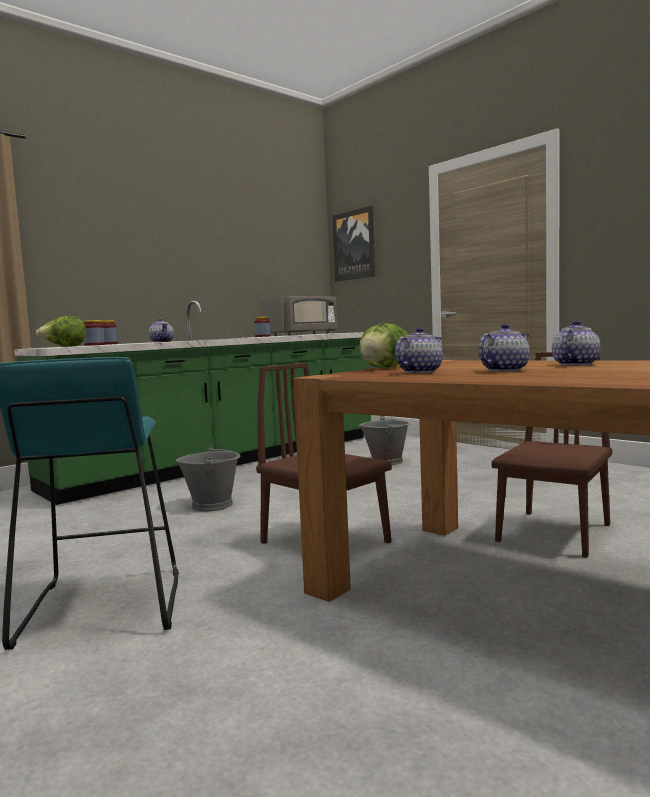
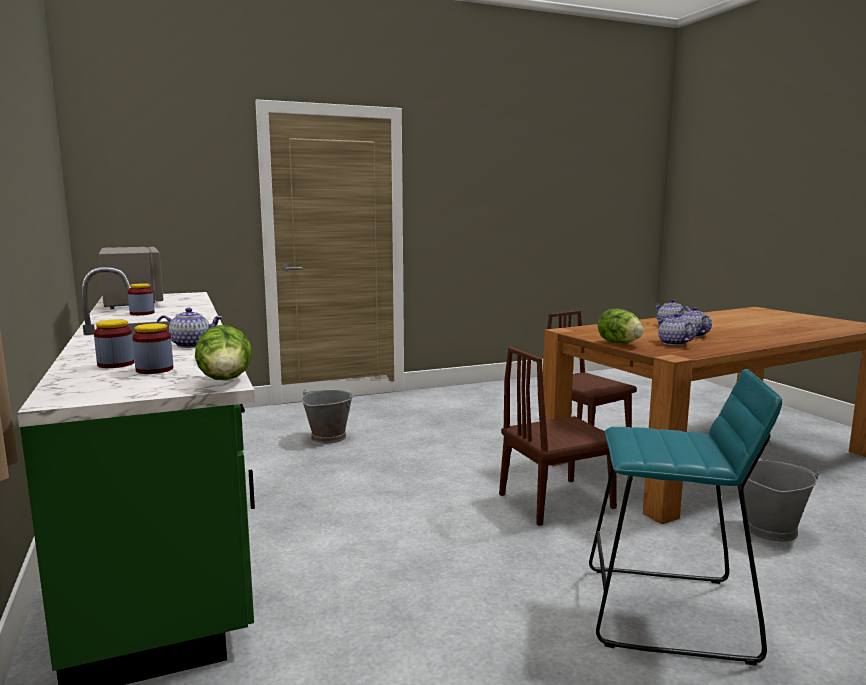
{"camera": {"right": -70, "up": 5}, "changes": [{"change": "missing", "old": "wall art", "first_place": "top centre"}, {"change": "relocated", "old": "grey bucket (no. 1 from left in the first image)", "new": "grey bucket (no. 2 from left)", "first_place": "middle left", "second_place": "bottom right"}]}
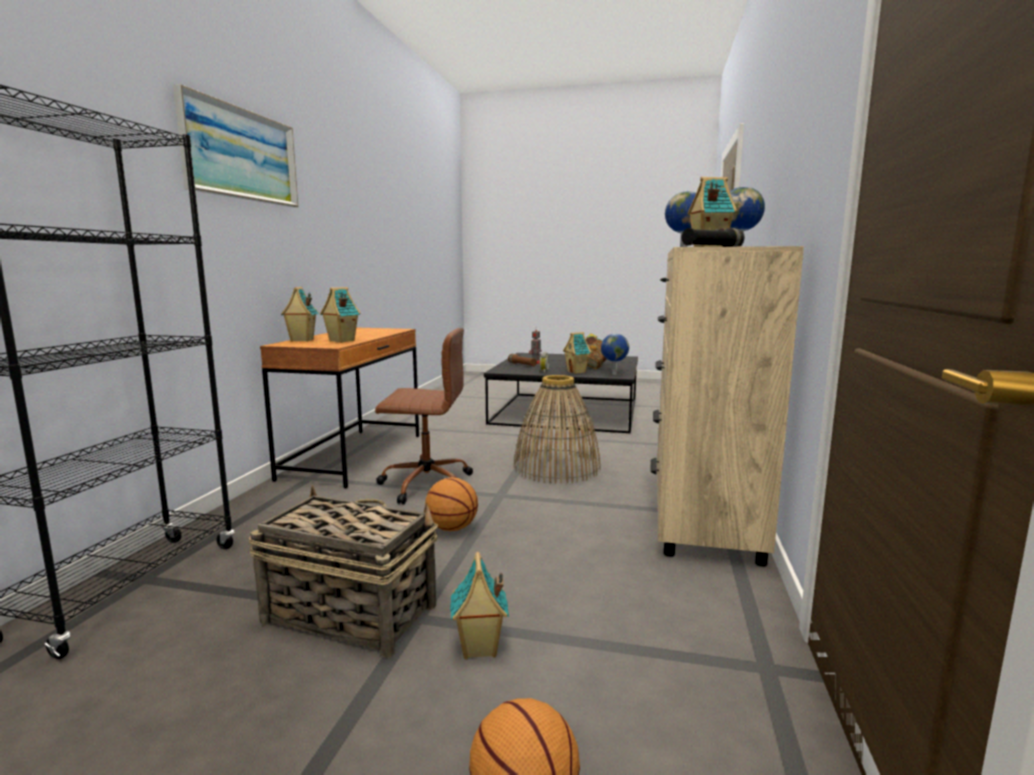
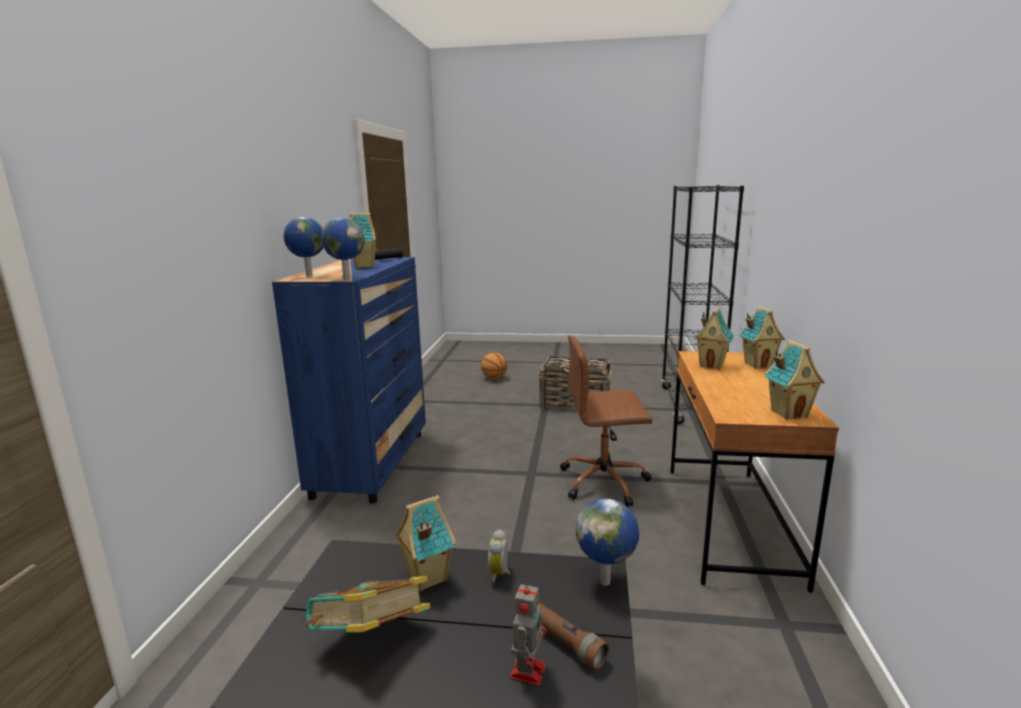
{"camera": {"right": 175, "up": 5}, "changes": [{"change": "missing", "old": "wall art", "first_place": "top left"}, {"change": "missing", "old": "basketball ball (no. 1 from left)", "first_place": "centre"}, {"change": "missing", "old": "storage basket (no. 2 from left)", "first_place": "centre"}, {"change": "relocated", "old": "model house (no. 3 from left in the first image)", "new": "model house (no. 5 from left)", "first_place": "bottom centre", "second_place": "middle right"}, {"change": "relocated", "old": "desk globe (no. 1 from left in the first image)", "new": "desk globe (no. 3 from left)", "first_place": "centre", "second_place": "bottom centre"}, {"change": "colour", "old": "beige-coloured drawer chest", "new": "blue-coloured drawer chest", "first_place": "middle right", "second_place": "centre"}]}
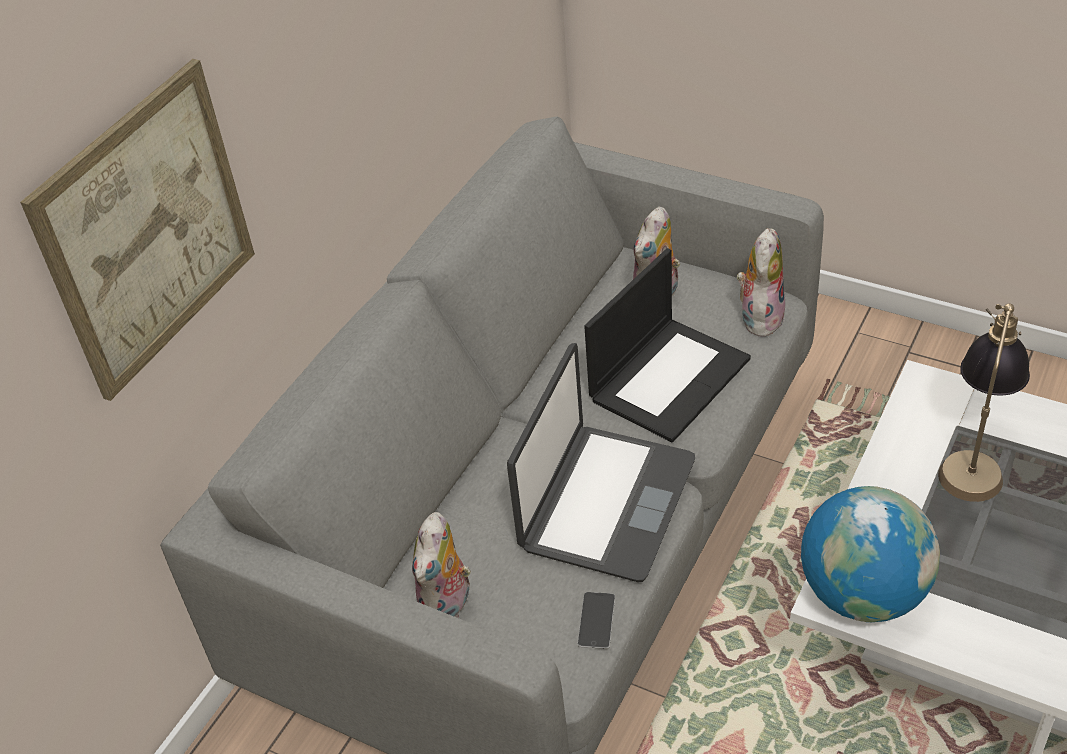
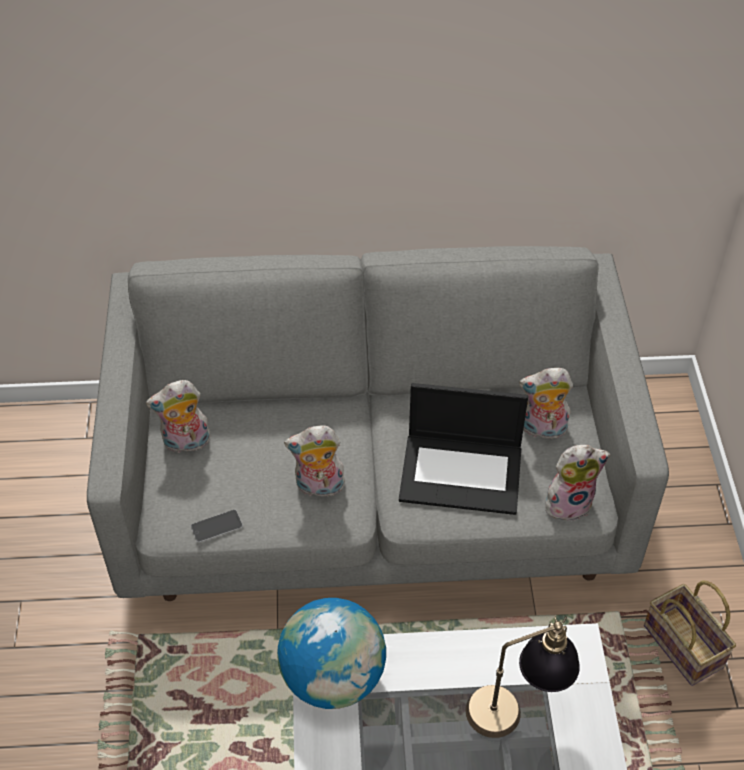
{"camera": {"right": 55, "up": 5}, "changes": [{"change": "missing", "old": "wall art", "first_place": "top left"}, {"change": "appeared", "new": "storage basket", "second_place": "bottom right"}, {"change": "exchanged", "old": "laptop (no. 1 from left)", "new": "cuddly toy (no. 2 from left)", "first_place": "centre", "second_place": "centre"}]}
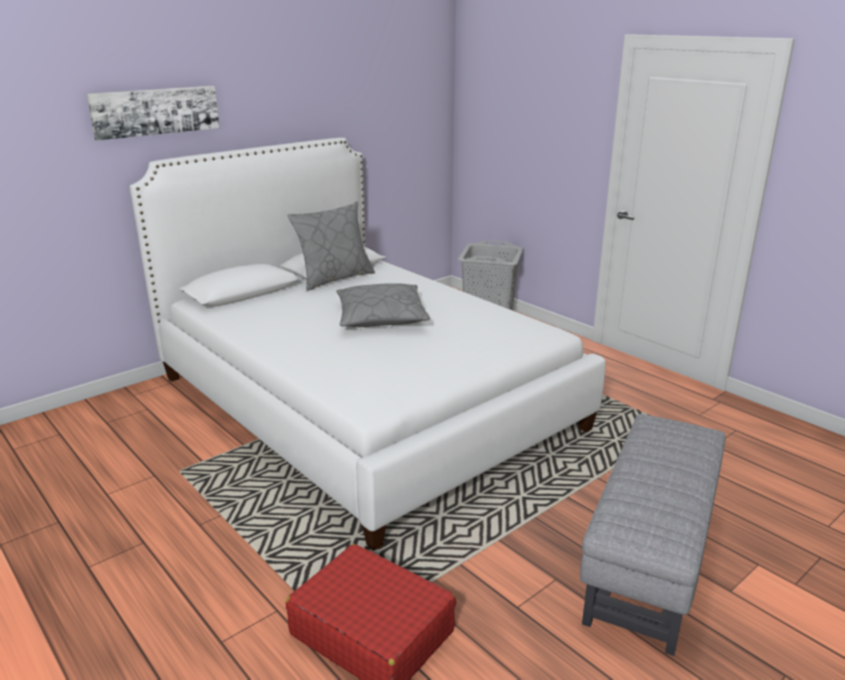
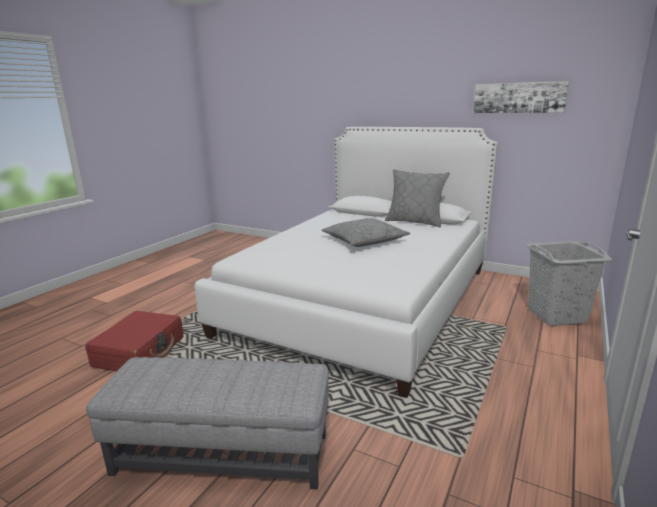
{"camera": {"right": 70, "up": -5}, "changes": [{"change": "relocated", "old": "wall art", "first_place": "top left", "second_place": "top right"}]}
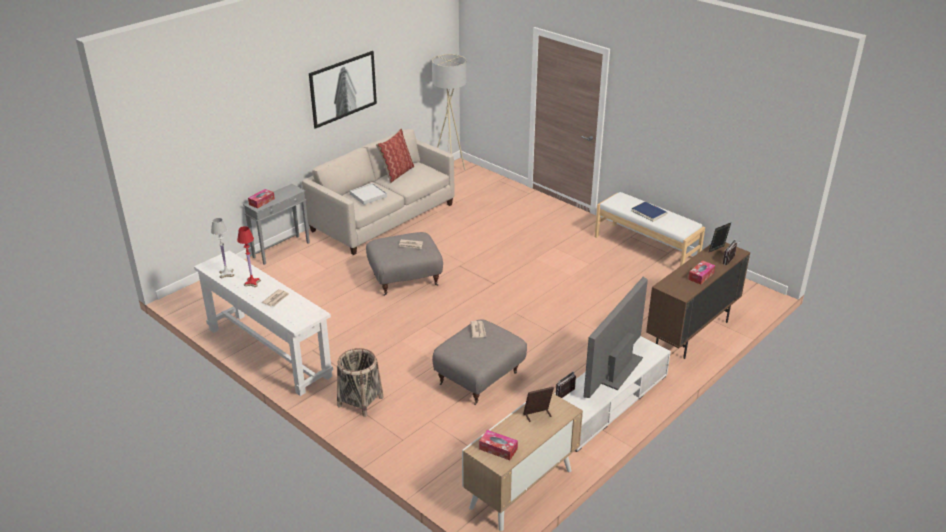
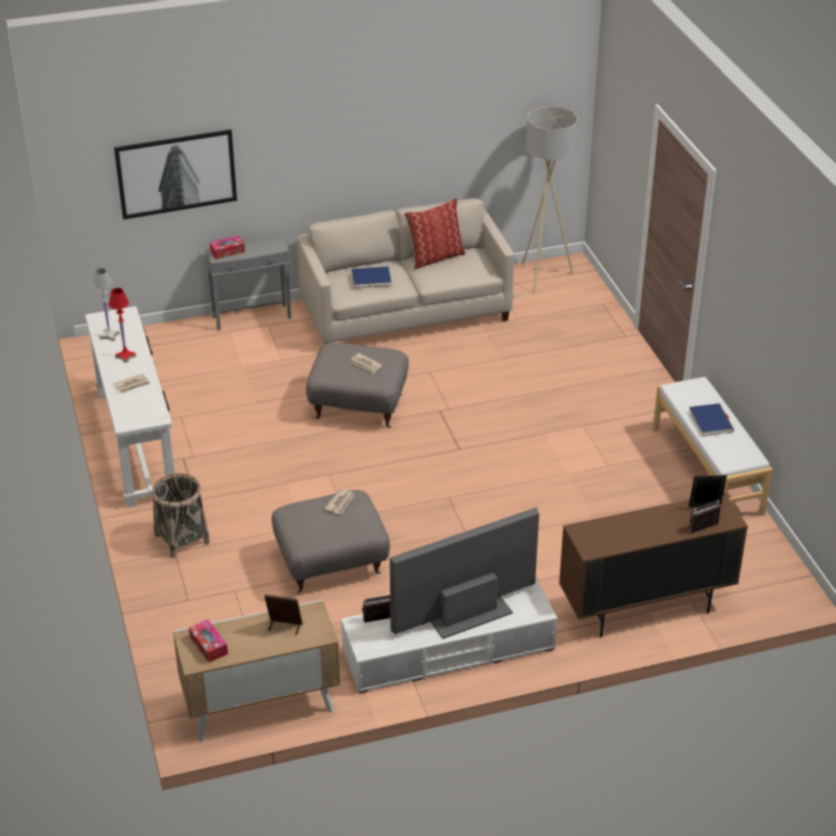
{"camera": {"right": 30, "up": 5}, "changes": [{"change": "missing", "old": "tissue holder (no. 3 from left)", "first_place": "middle right"}, {"change": "relocated", "old": "wall art", "first_place": "top centre", "second_place": "top left"}, {"change": "exchanged", "old": "white serving tray", "new": "blue-coloured volume (no. 1 from left)", "first_place": "centre", "second_place": "top centre"}]}
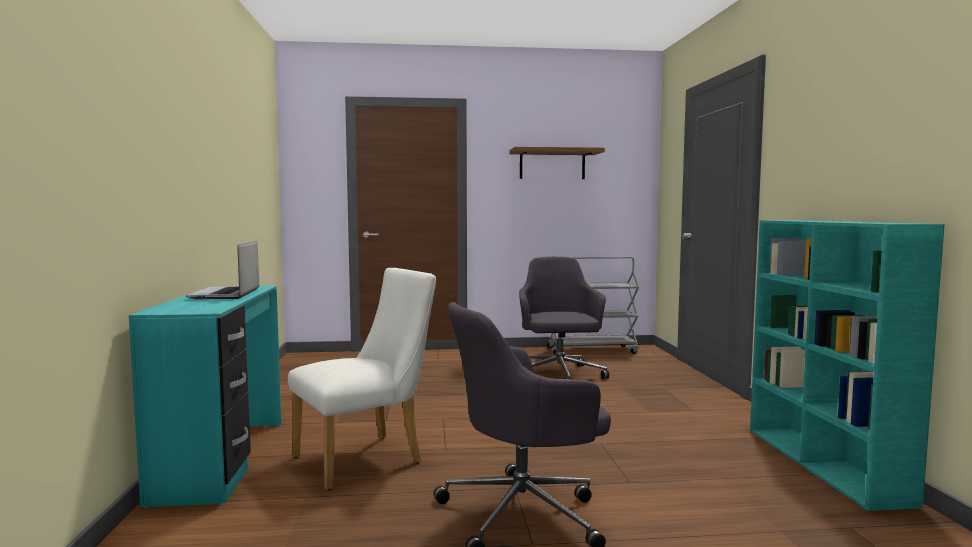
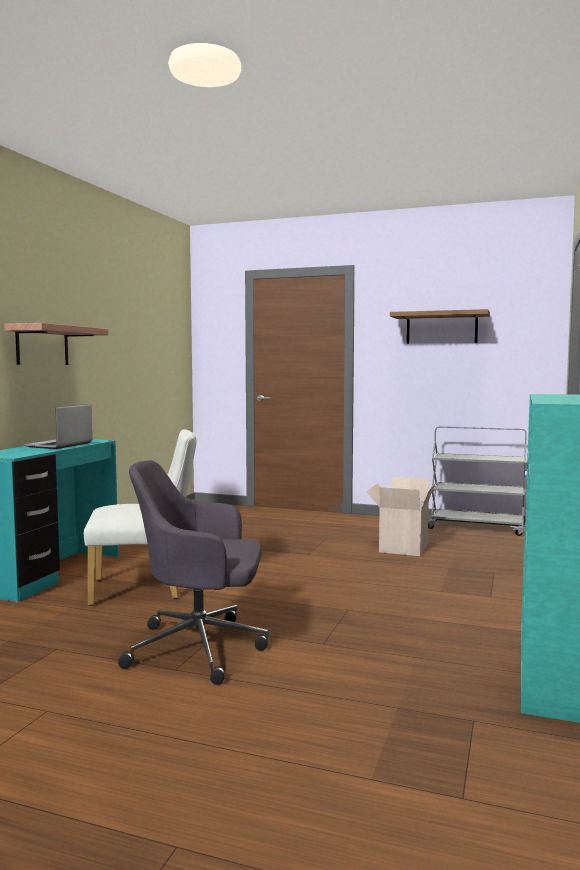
{"camera": {"right": 25, "up": 0}, "changes": [{"change": "appeared", "new": "shelf (no. 1 from left)", "second_place": "middle left"}, {"change": "exchanged", "old": "grey computer chair (no. 2 from left)", "new": "packing box", "first_place": "centre", "second_place": "middle right"}]}
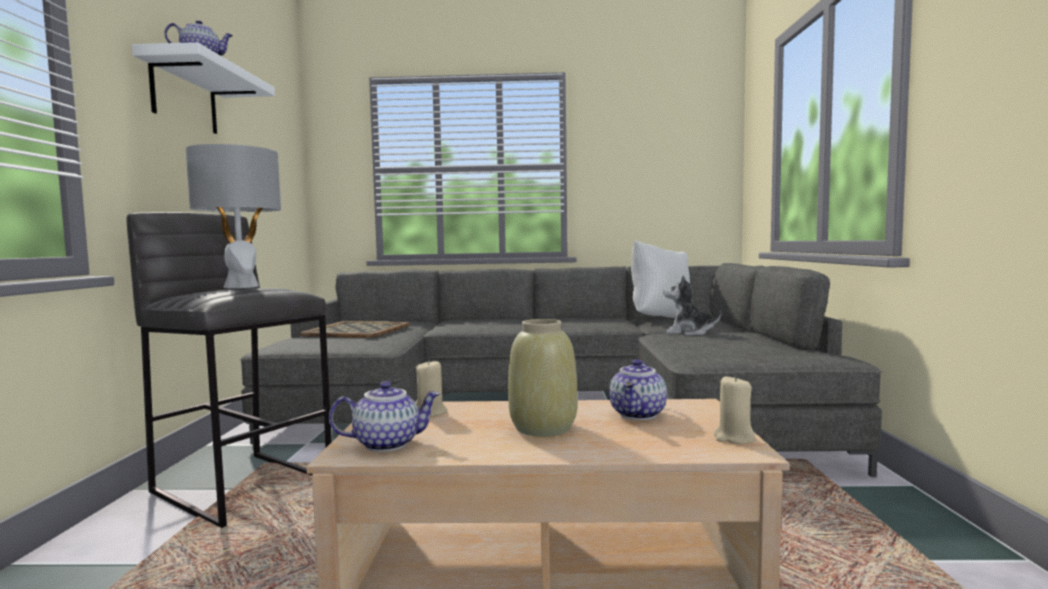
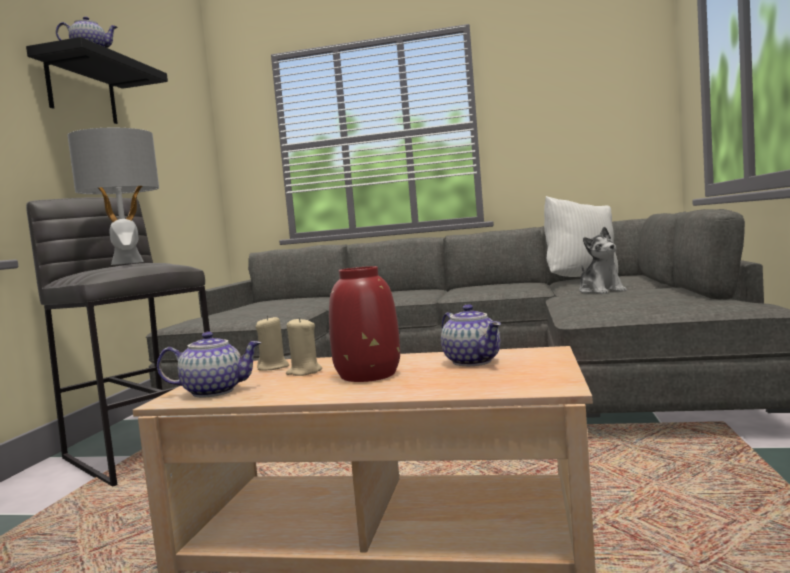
{"camera": {"right": 10, "up": 0}, "changes": [{"change": "missing", "old": "serving tray", "first_place": "centre"}, {"change": "relocated", "old": "beige-coloured wax candle (no. 2 from left)", "first_place": "bottom right", "second_place": "centre"}, {"change": "colour", "old": "white shelf", "new": "black shelf", "first_place": "top left", "second_place": "top left"}, {"change": "colour", "old": "beige-coloured flower vase", "new": "red flower vase", "first_place": "centre", "second_place": "centre"}, {"change": "spun", "old": "tea pot (no. 3 from left)", "first_place": "centre", "second_place": "centre", "degrees": -60}, {"change": "spun", "old": "cuddly toy", "first_place": "centre", "second_place": "middle right", "degrees": -135}]}
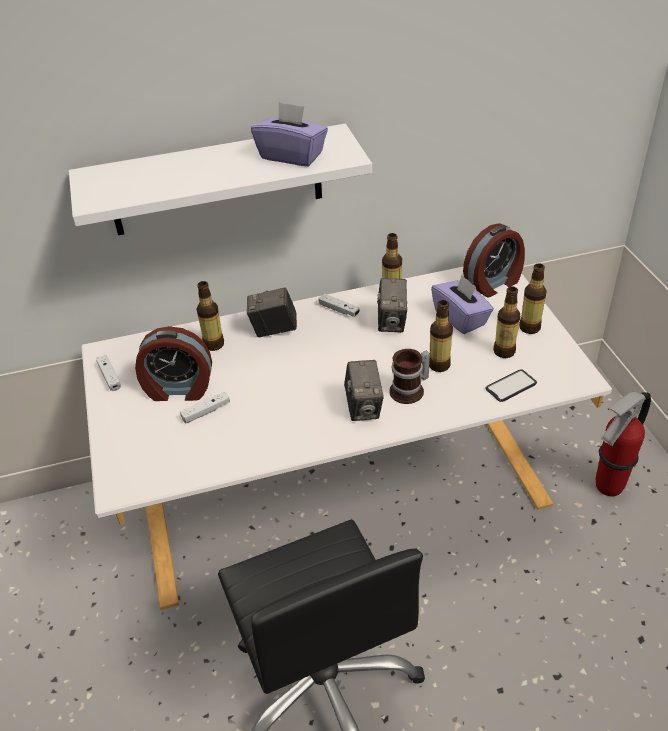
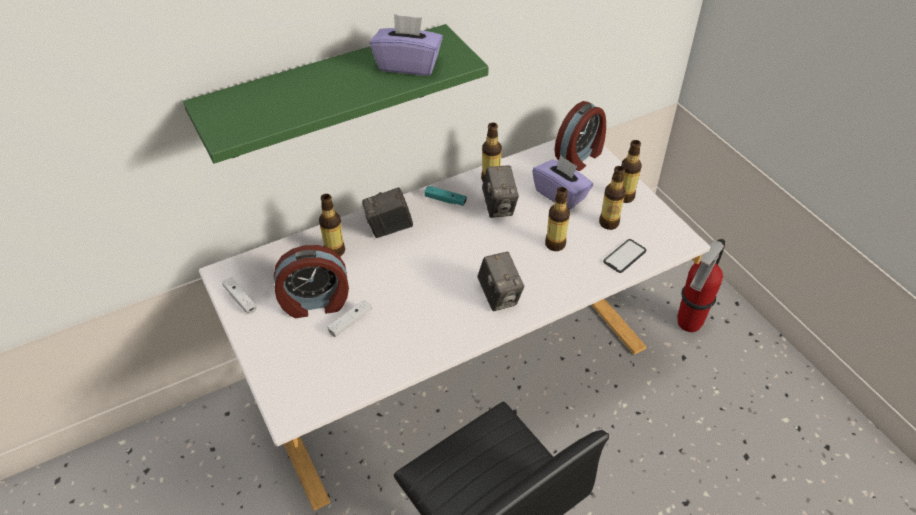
{"camera": {"right": -15, "up": 5}, "changes": [{"change": "missing", "old": "tea mug", "first_place": "centre"}, {"change": "colour", "old": "white shelf", "new": "green-coloured shelf", "first_place": "top left", "second_place": "top centre"}, {"change": "colour", "old": "white game controller (no. 3 from left)", "new": "turquoise-coloured game controller", "first_place": "centre", "second_place": "centre"}]}
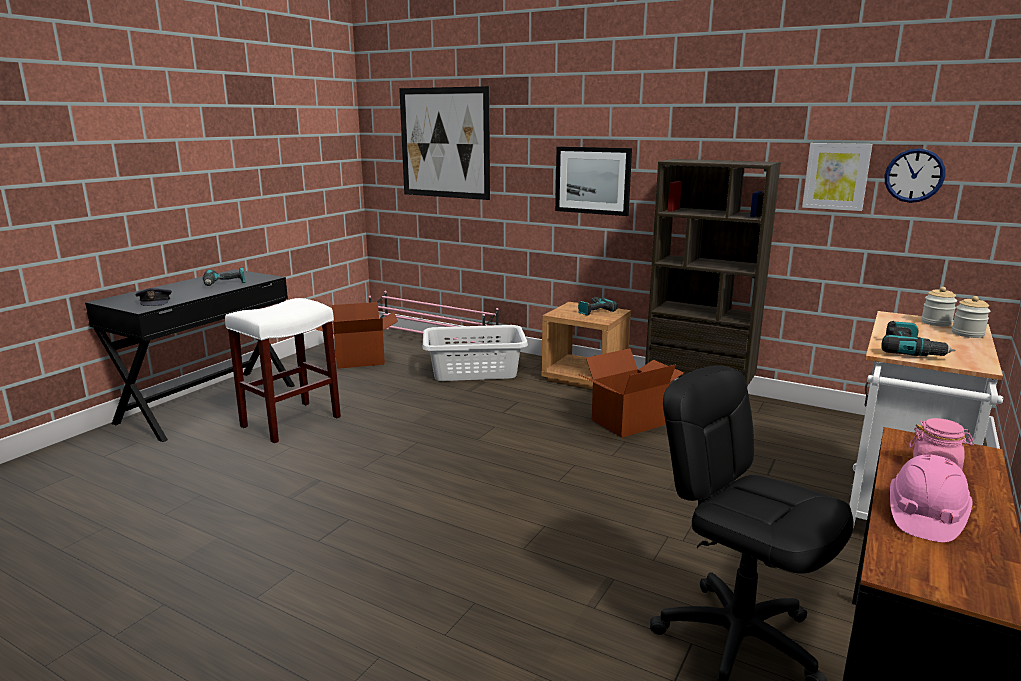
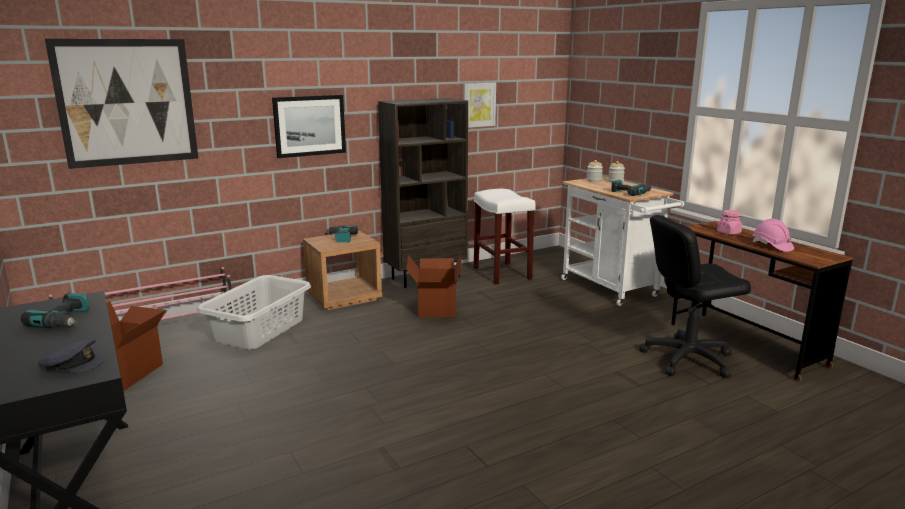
{"camera": {"right": -60, "up": 0}, "changes": [{"change": "missing", "old": "clock on the wall", "first_place": "top right"}, {"change": "relocated", "old": "white sitting stool", "first_place": "middle left", "second_place": "centre"}]}
